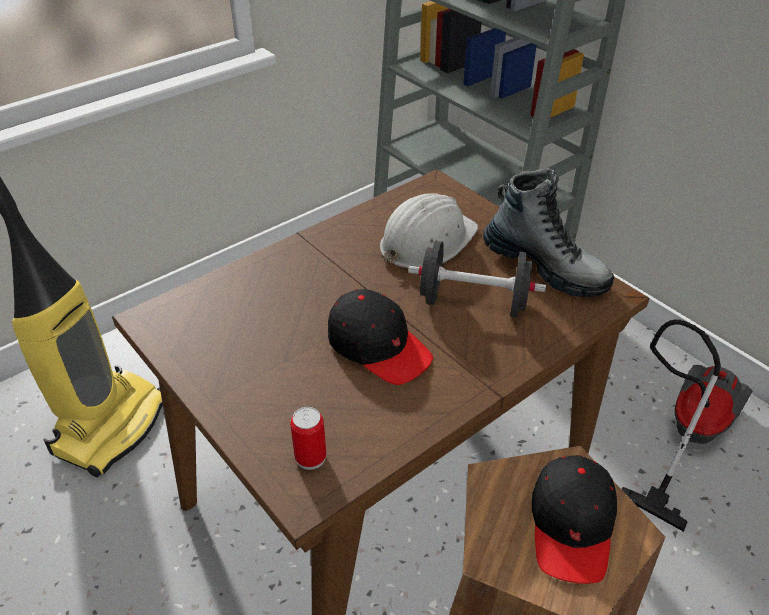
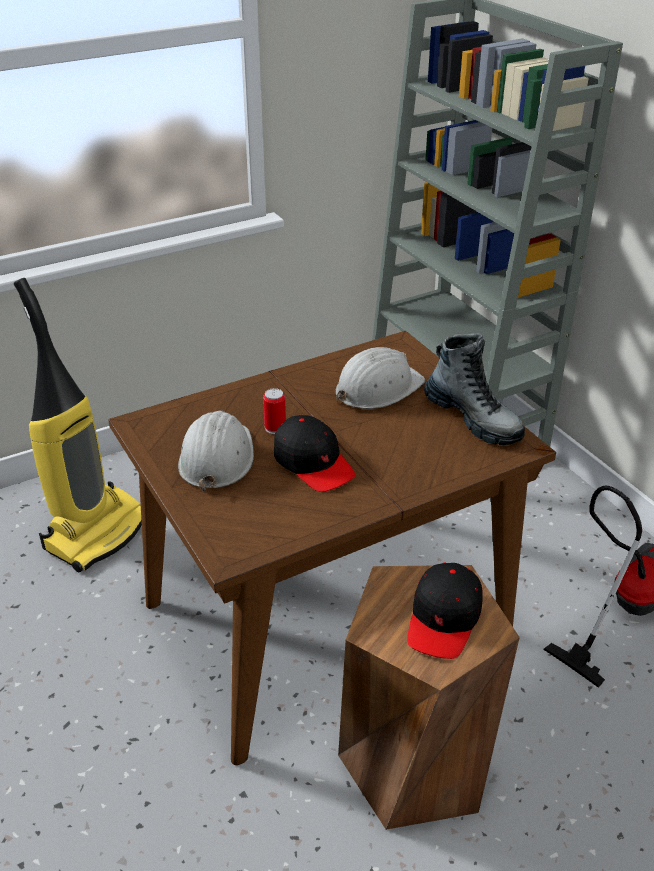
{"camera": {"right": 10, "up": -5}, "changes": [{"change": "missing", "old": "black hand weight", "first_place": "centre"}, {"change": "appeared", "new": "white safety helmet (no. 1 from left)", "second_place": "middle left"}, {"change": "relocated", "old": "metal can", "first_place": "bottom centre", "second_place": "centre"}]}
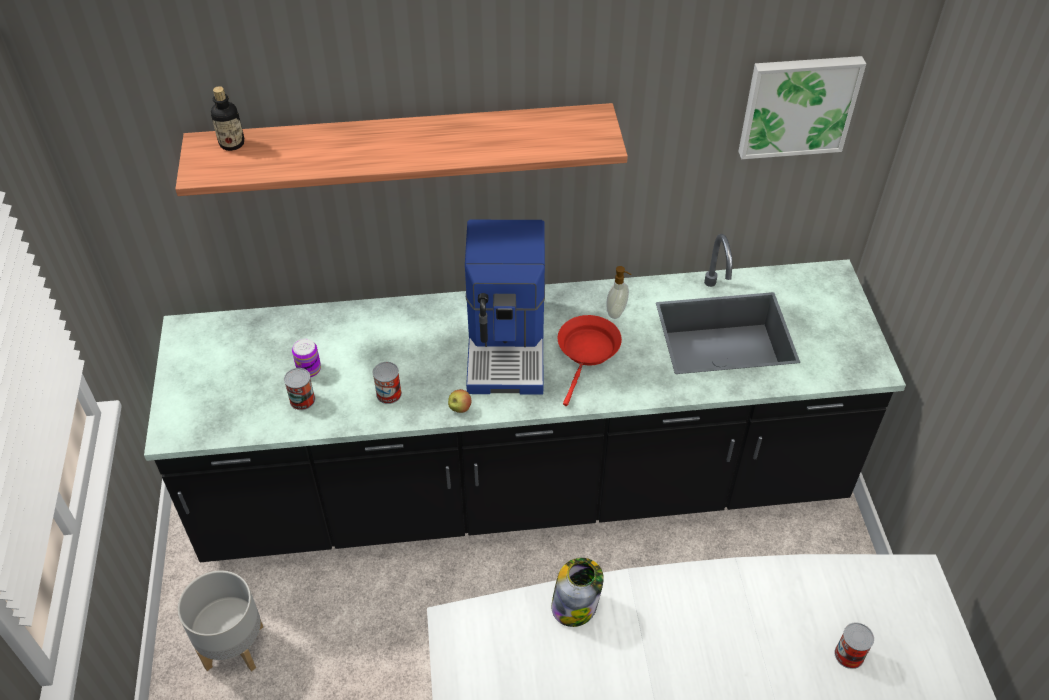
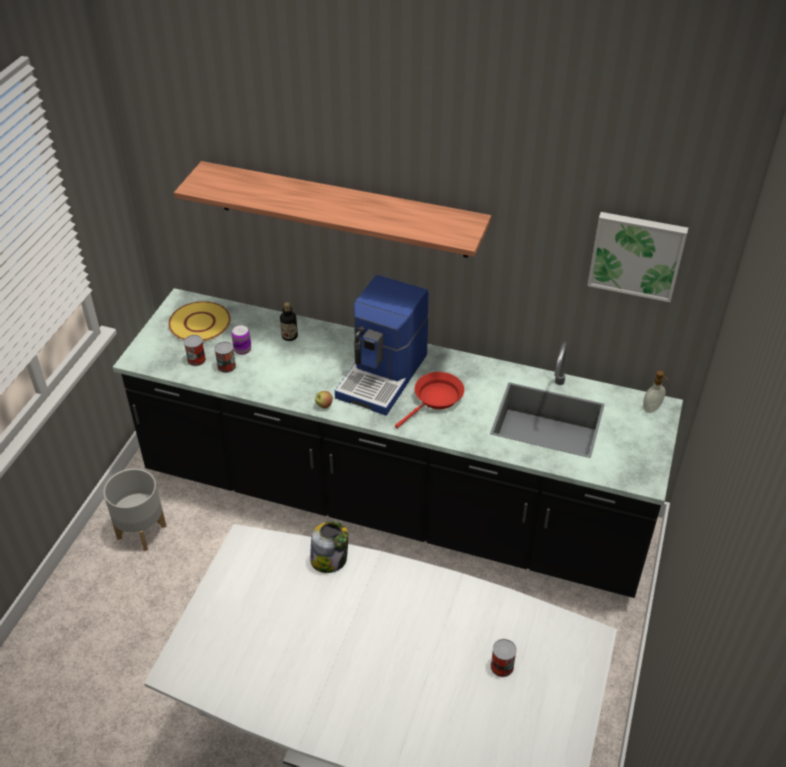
{"camera": {"right": 25, "up": -5}, "changes": [{"change": "appeared", "new": "yellow dinner plate", "second_place": "middle left"}, {"change": "relocated", "old": "beverage bottle", "first_place": "top left", "second_place": "centre"}, {"change": "relocated", "old": "metal can (no. 3 from left in the first image)", "new": "metal can (no. 1 from left)", "first_place": "centre", "second_place": "middle left"}, {"change": "relocated", "old": "soap dispenser", "first_place": "centre", "second_place": "middle right"}]}
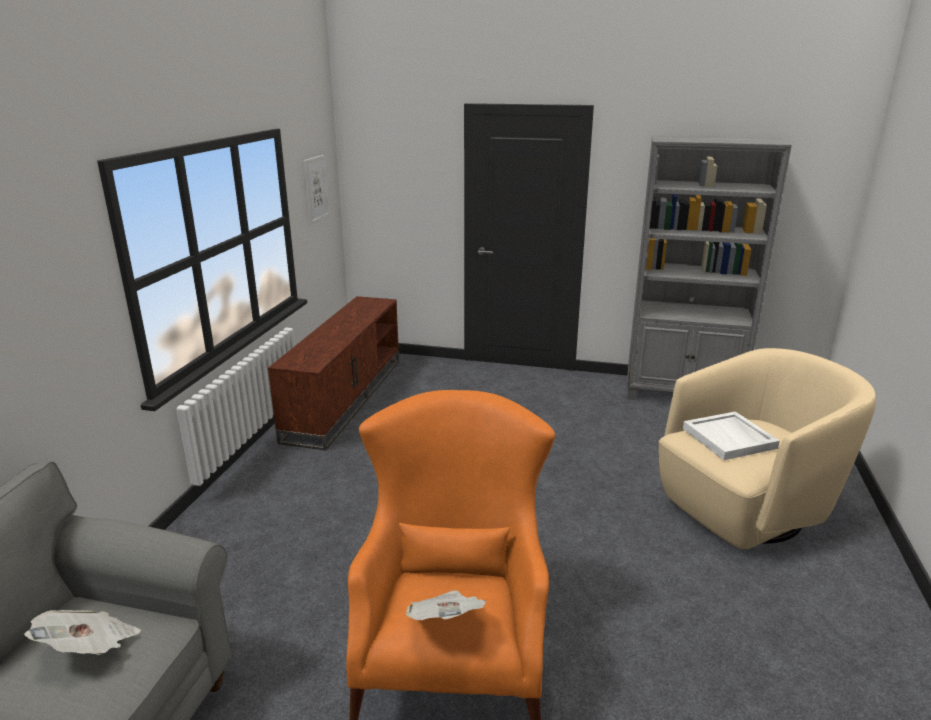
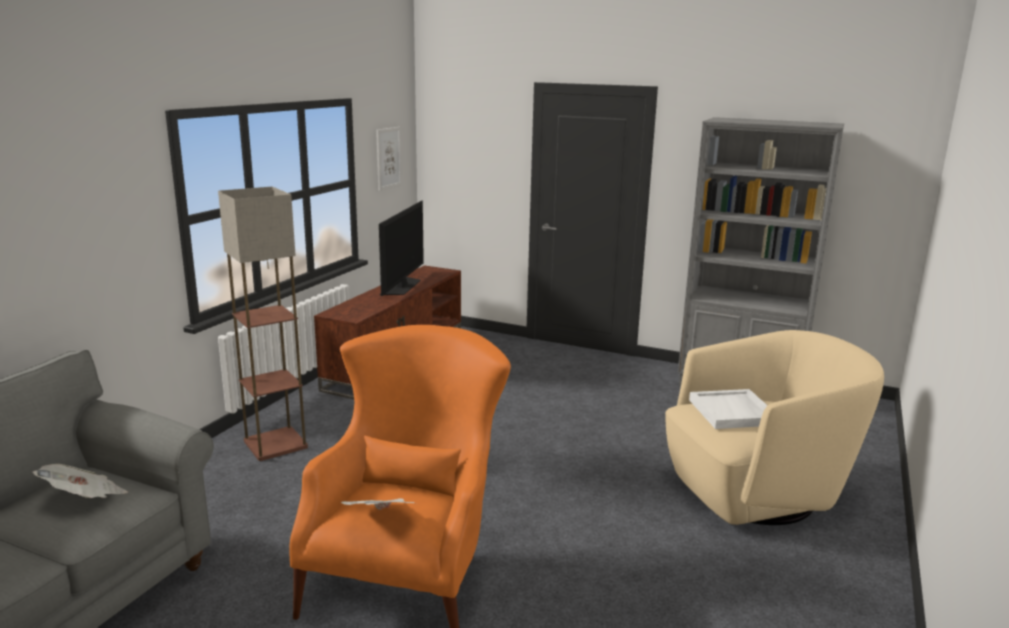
{"camera": {"right": 10, "up": -5}, "changes": [{"change": "appeared", "new": "standard lamp", "second_place": "middle left"}, {"change": "appeared", "new": "TV", "second_place": "centre"}]}
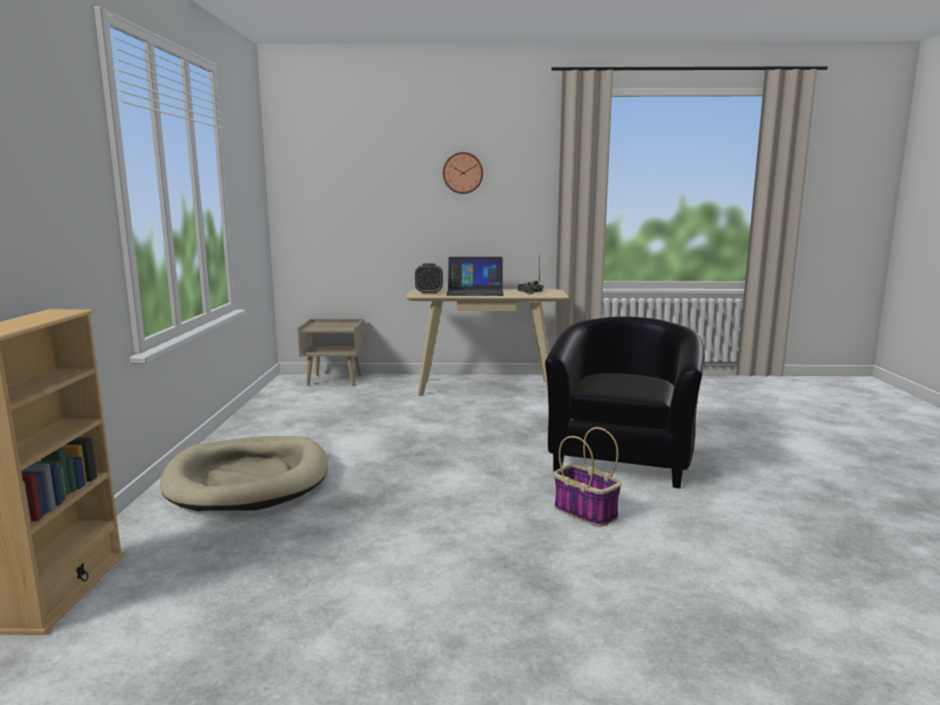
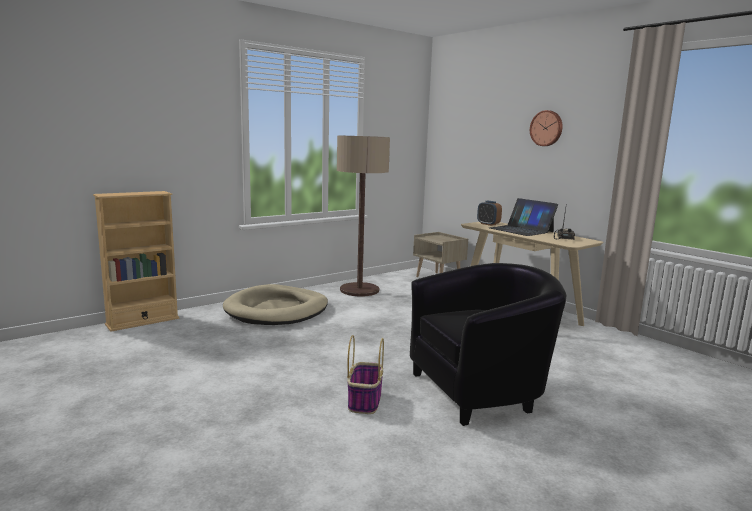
{"camera": {"right": 50, "up": 0}, "changes": [{"change": "appeared", "new": "standard lamp", "second_place": "centre"}]}
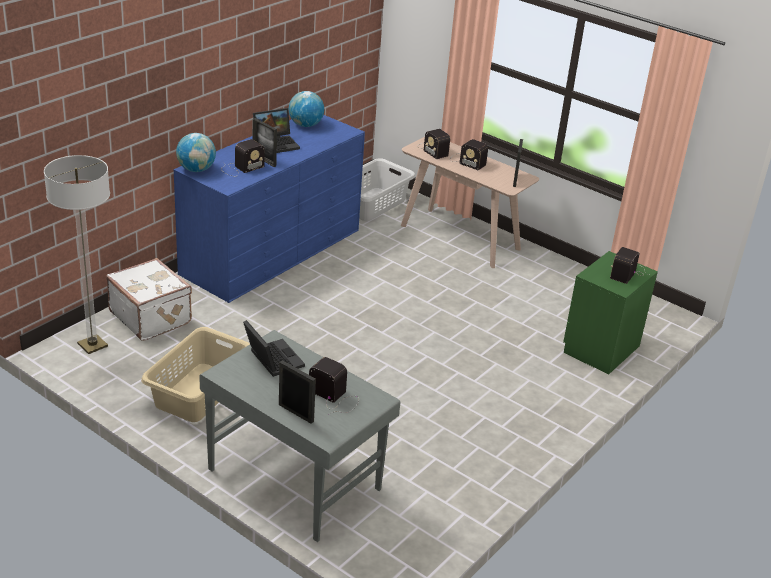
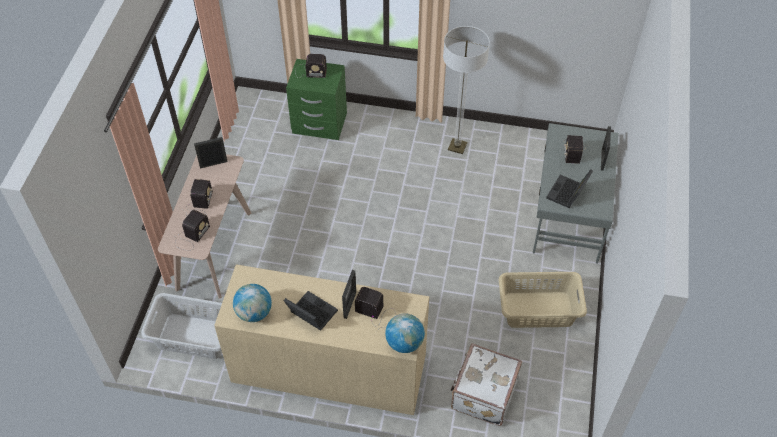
{"camera": {"right": -115, "up": 20}, "changes": [{"change": "relocated", "old": "standard lamp", "first_place": "middle left", "second_place": "top centre"}, {"change": "colour", "old": "blue-coloured drawer chest", "new": "beige-coloured drawer chest", "first_place": "centre", "second_place": "bottom centre"}]}
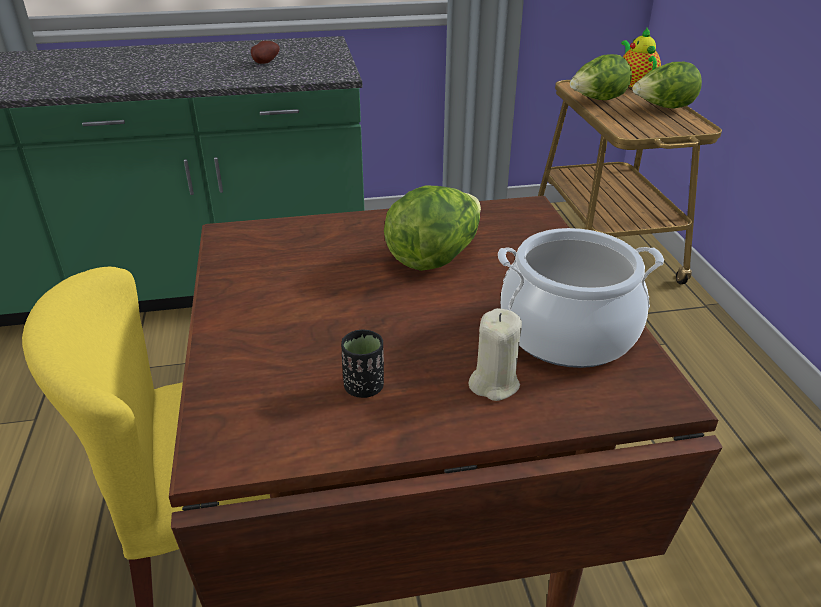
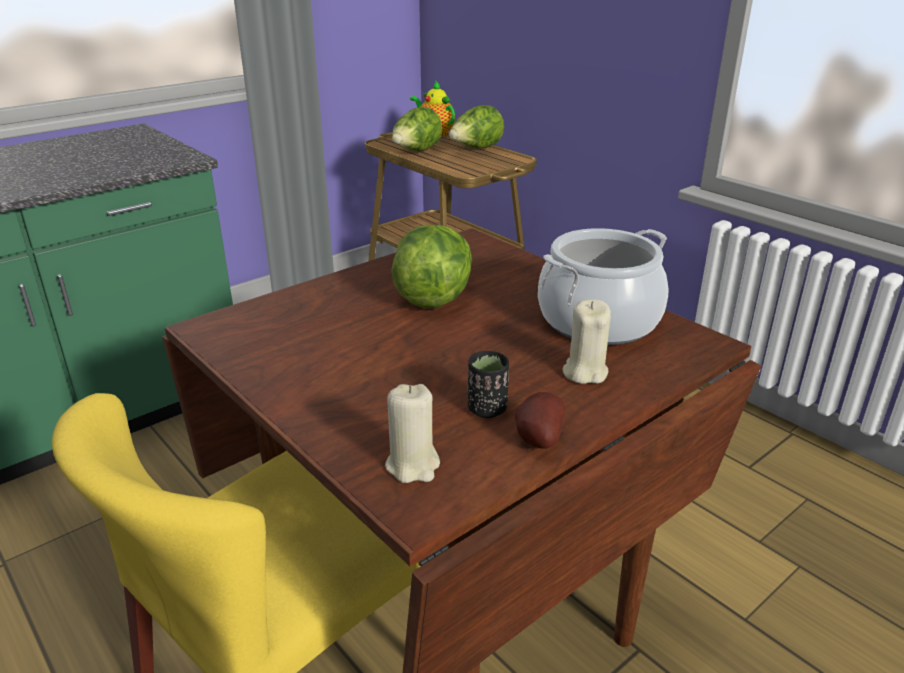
{"camera": {"right": -30, "up": -5}, "changes": [{"change": "appeared", "new": "beige-coloured wax candle (no. 1 from left)", "second_place": "centre"}, {"change": "relocated", "old": "spud", "first_place": "top left", "second_place": "centre"}]}
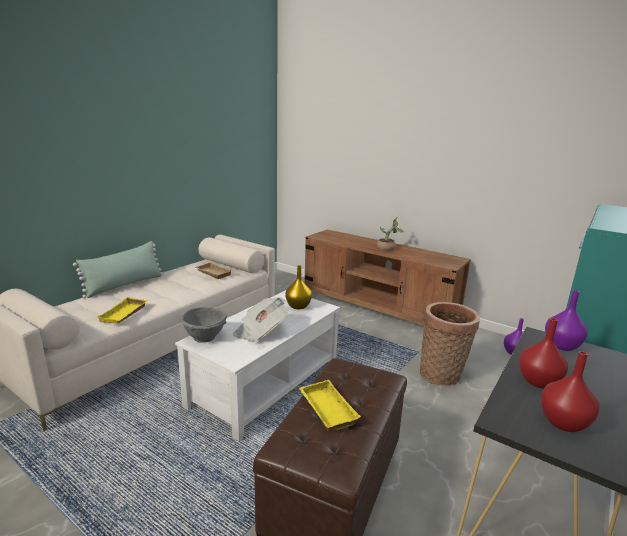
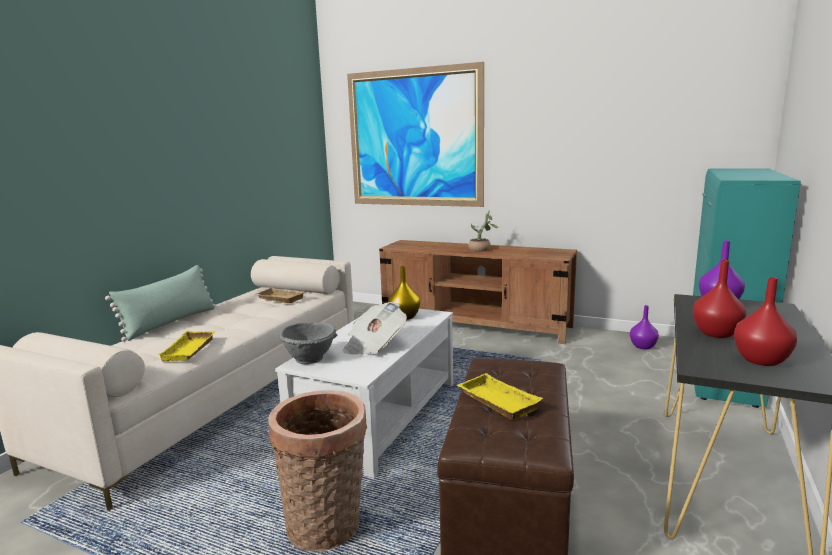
{"camera": {"right": -10, "up": -5}, "changes": [{"change": "appeared", "new": "wall art", "second_place": "top centre"}, {"change": "relocated", "old": "storage basket", "first_place": "middle right", "second_place": "bottom centre"}]}
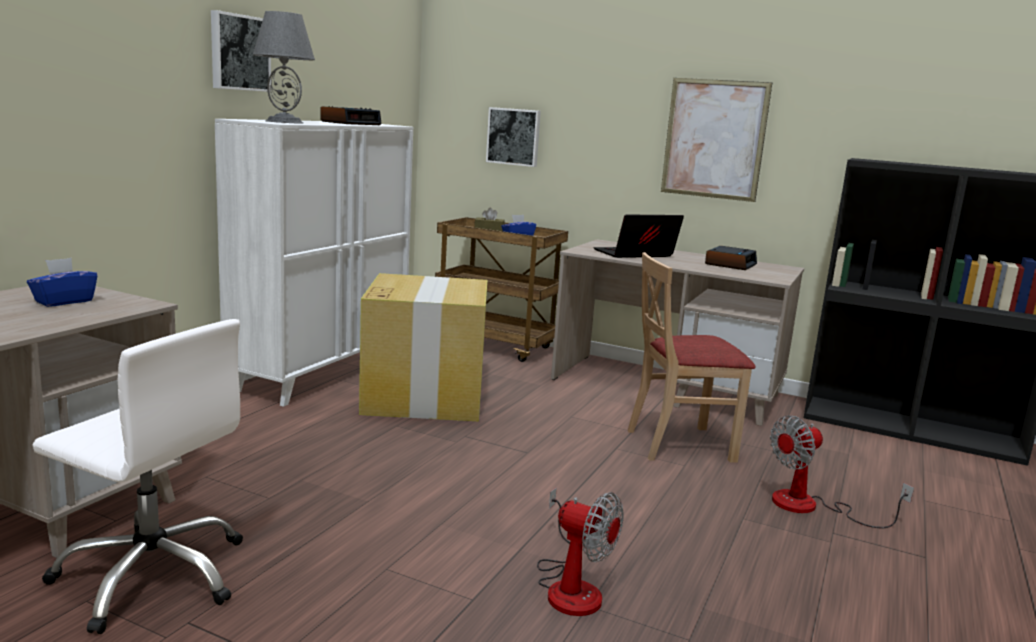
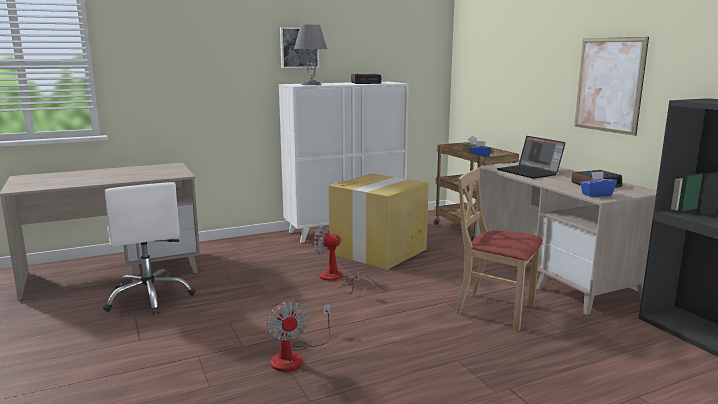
{"camera": {"right": 40, "up": 0}, "changes": [{"change": "missing", "old": "wall art (no. 2 from left)", "first_place": "top centre"}, {"change": "relocated", "old": "blue-coloured tissue holder (no. 1 from left in the first image)", "new": "blue-coloured tissue holder (no. 2 from left)", "first_place": "middle left", "second_place": "middle right"}, {"change": "relocated", "old": "electric fan (no. 2 from left)", "first_place": "bottom right", "second_place": "centre"}, {"change": "spun", "old": "laptop", "first_place": "centre", "second_place": "middle right", "degrees": -135}]}
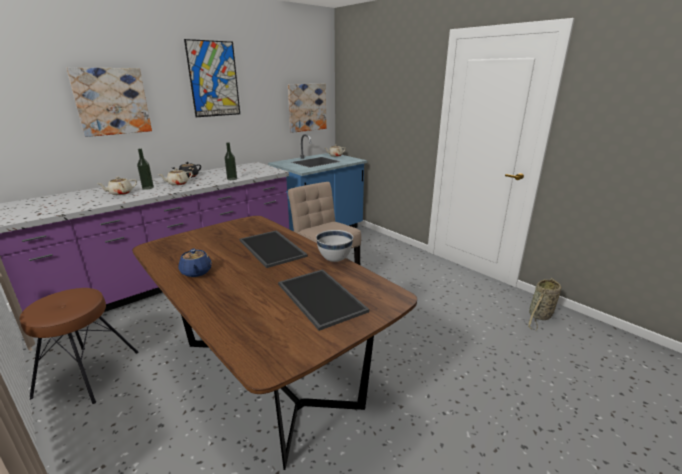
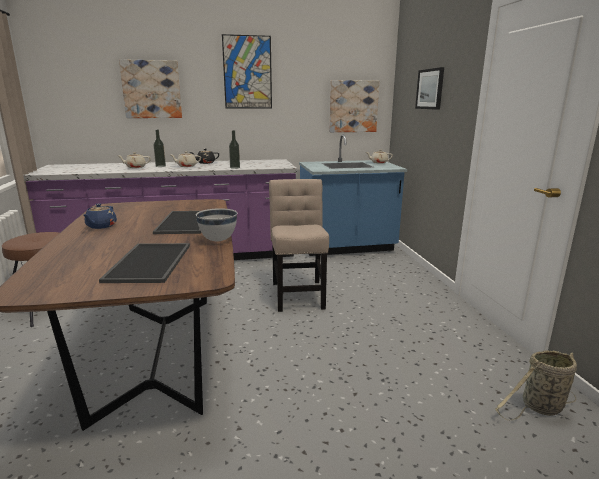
{"camera": {"right": 30, "up": -5}, "changes": [{"change": "appeared", "new": "wall art (no. 4 from left)", "second_place": "top right"}]}
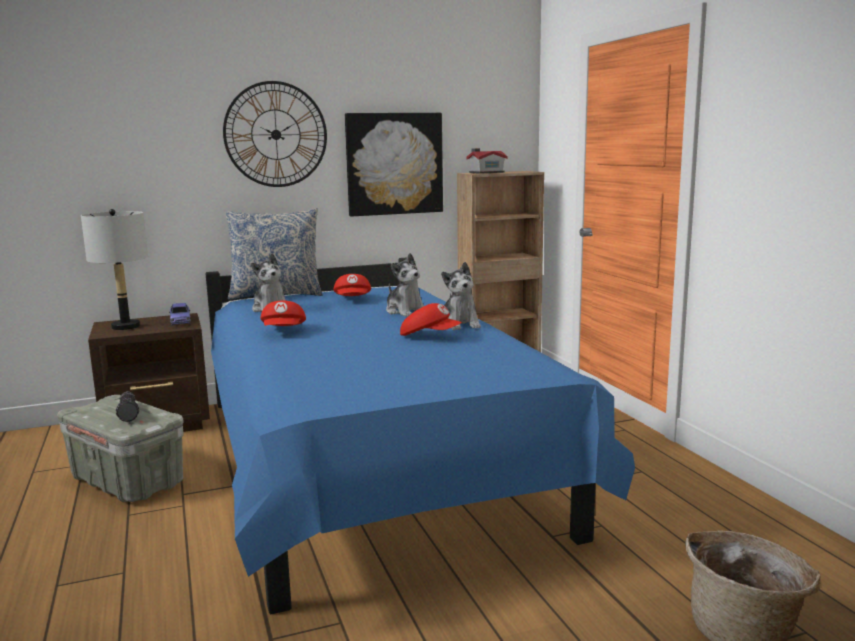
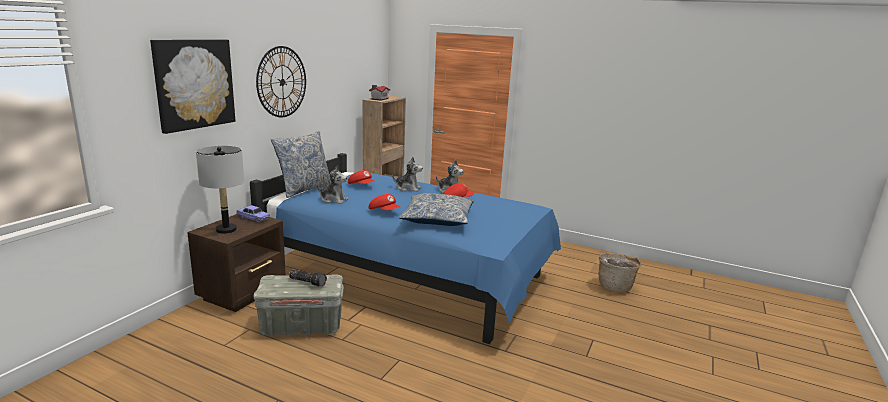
{"camera": {"right": -45, "up": 5}, "changes": [{"change": "appeared", "new": "cushion (no. 2 from left)", "second_place": "centre"}, {"change": "relocated", "old": "wall art", "first_place": "top centre", "second_place": "top left"}]}
